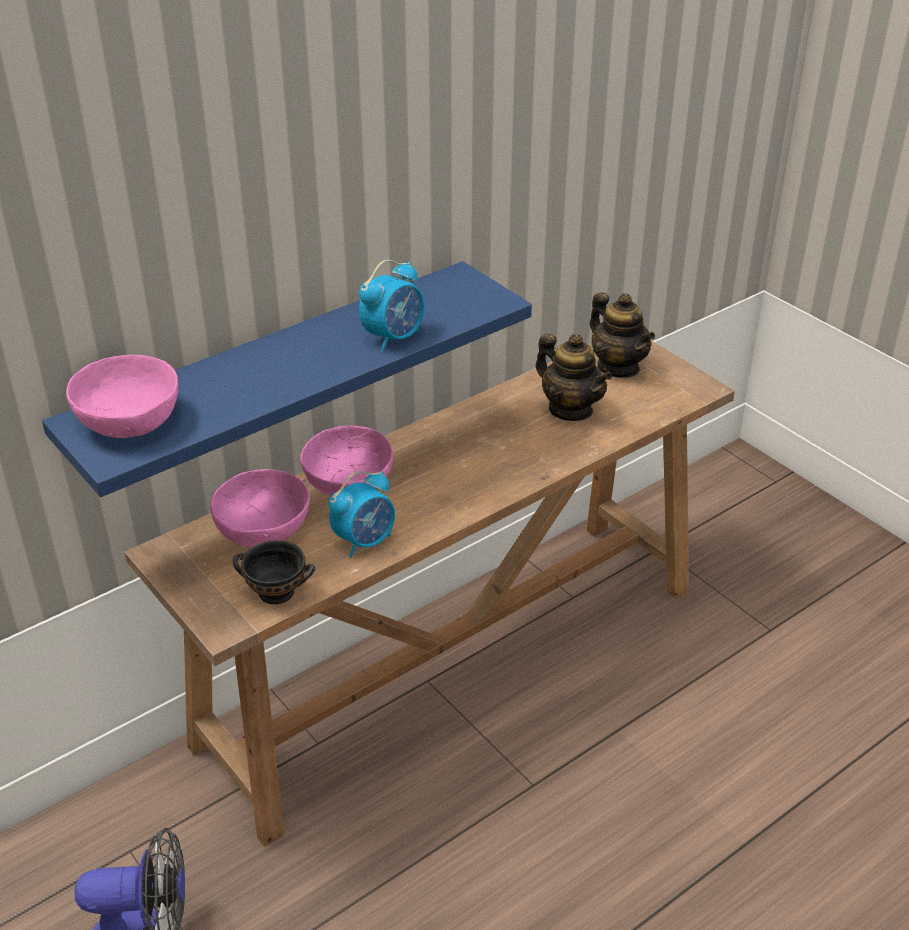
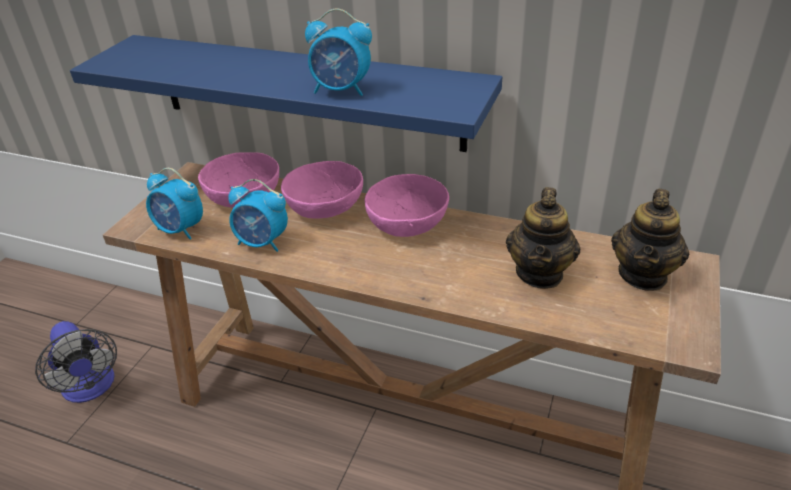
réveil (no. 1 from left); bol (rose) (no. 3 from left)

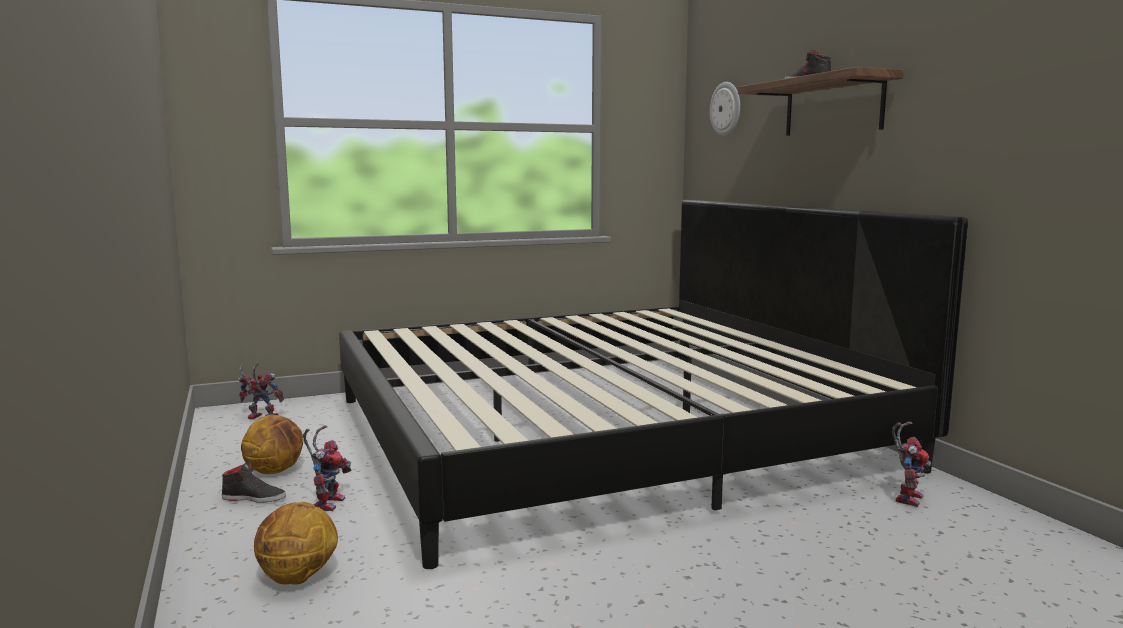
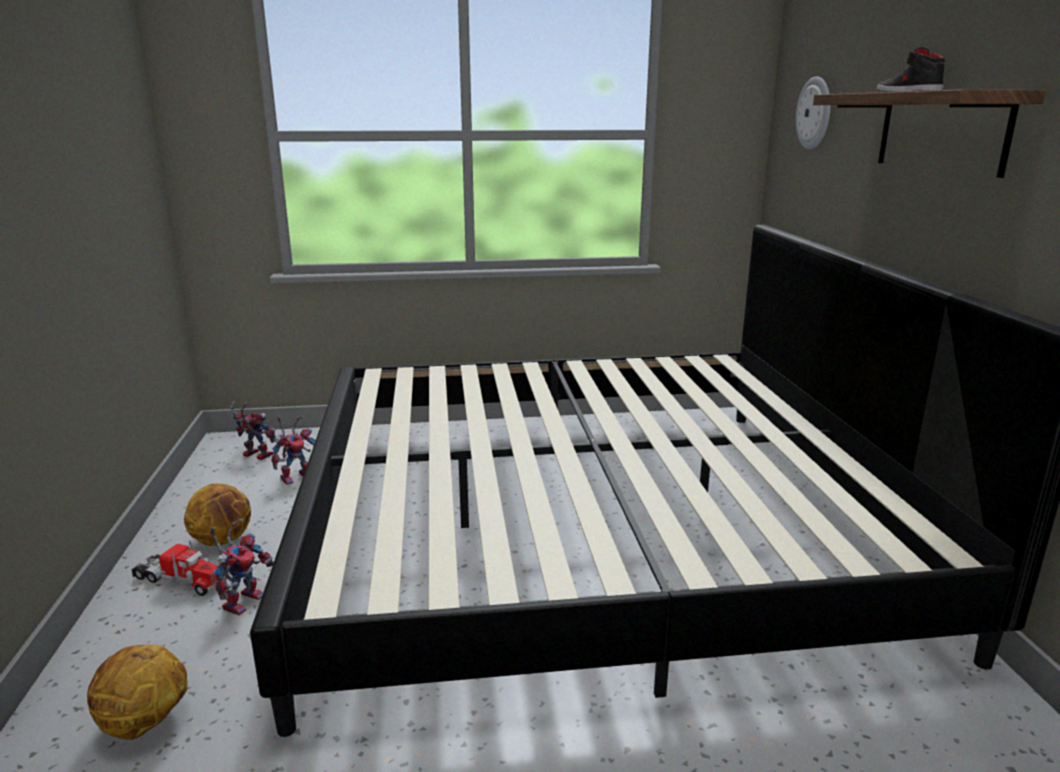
camion jouet; robot jouet (no. 3 from left)

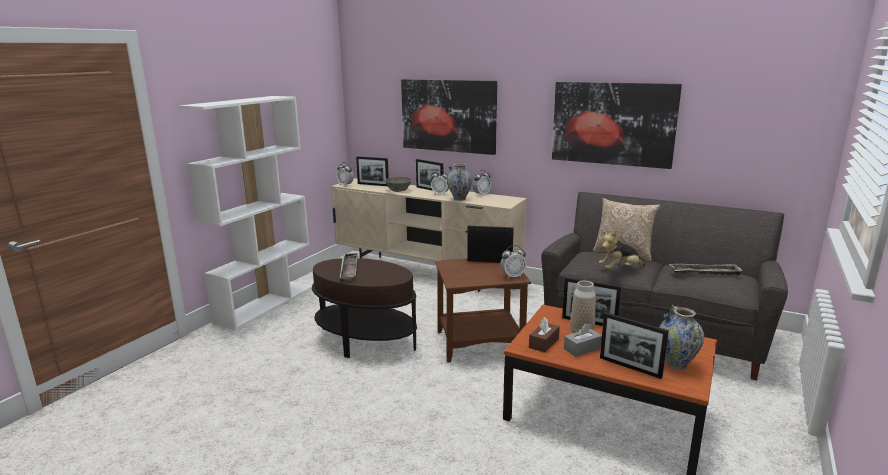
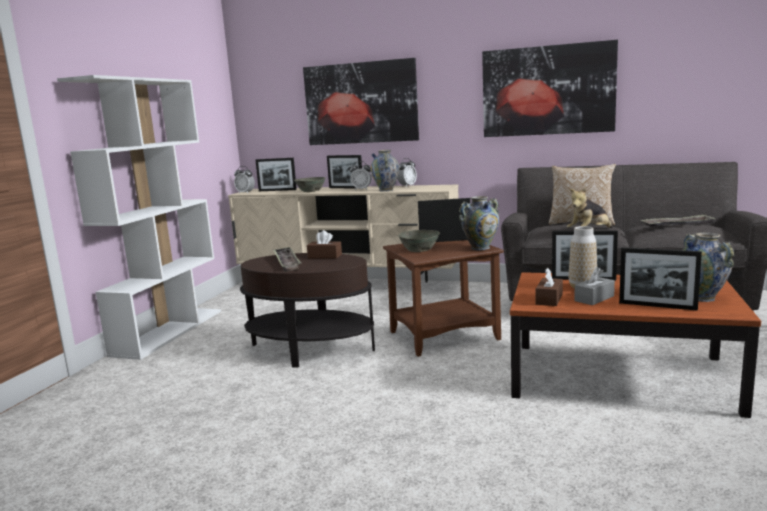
boîte à mouchoirs (marron) (no. 1 from left); bol (gris) (no. 2 from left); vase (no. 2 from left)

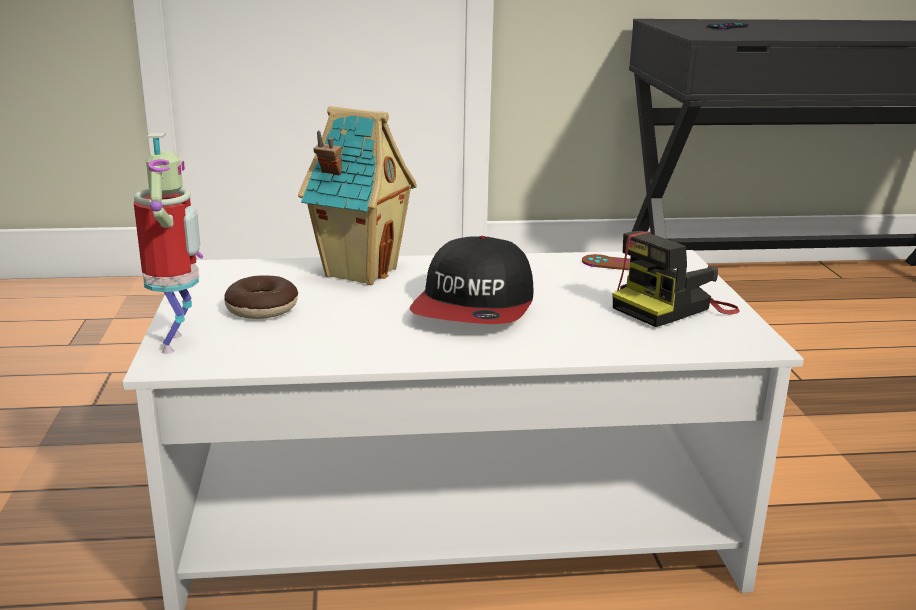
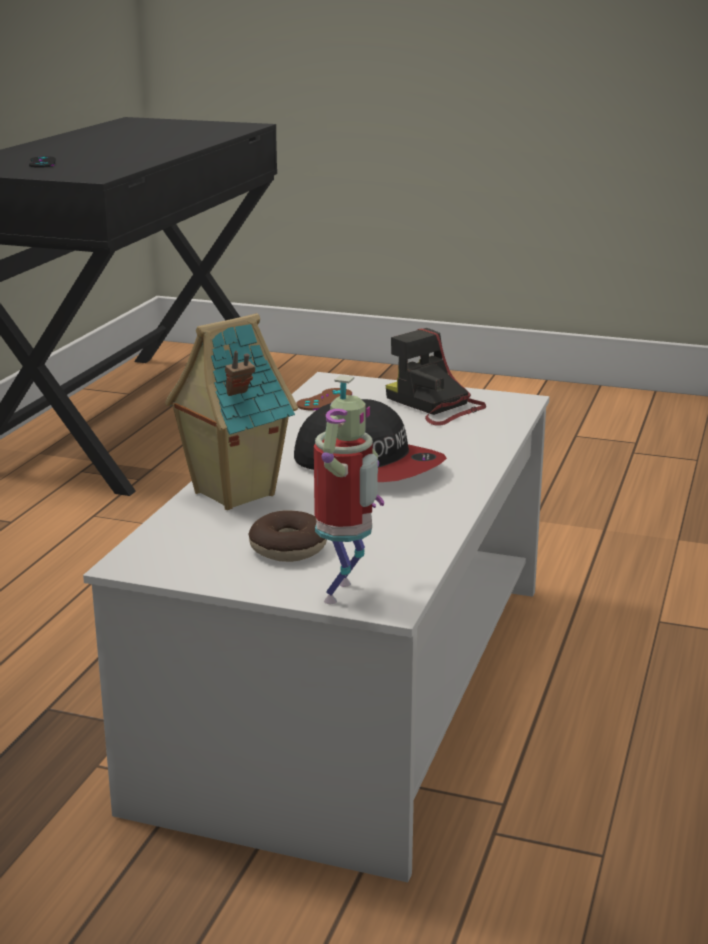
robot jouet; appareil photo

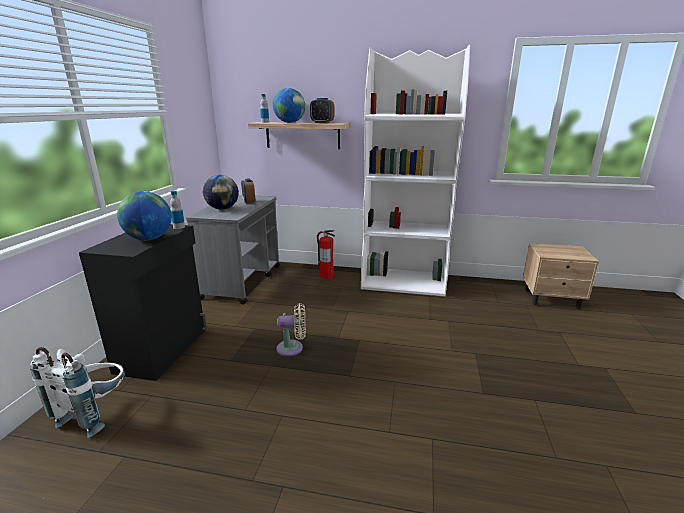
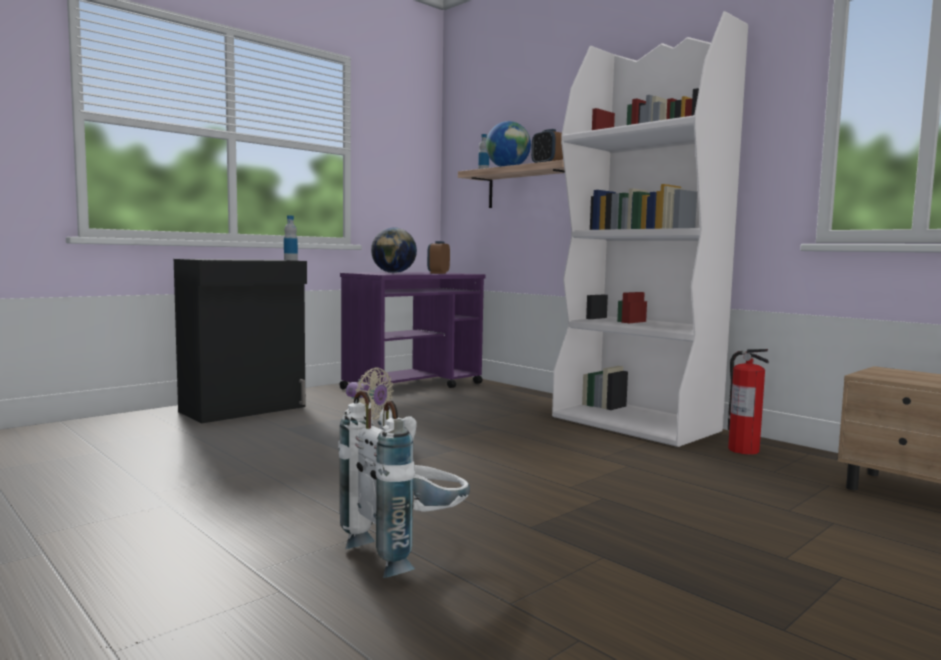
sac à dos (blanc); chariot (violet); extincteur; globe (no. 1 from left in the first image)

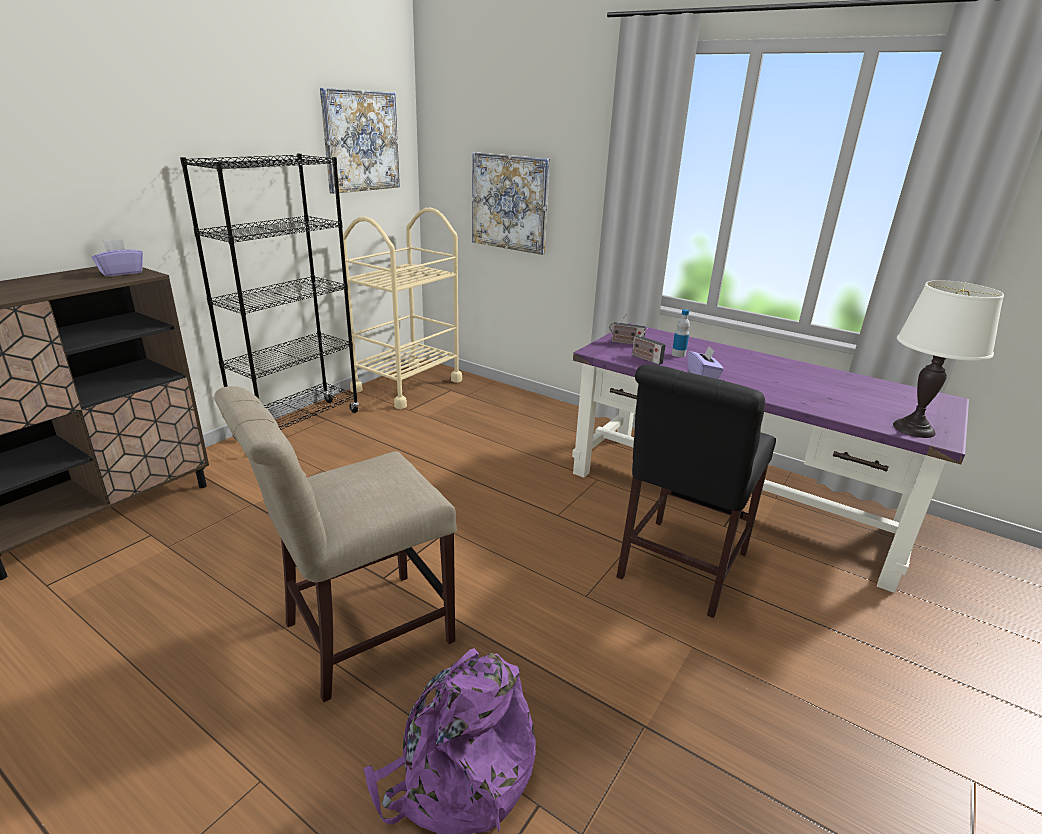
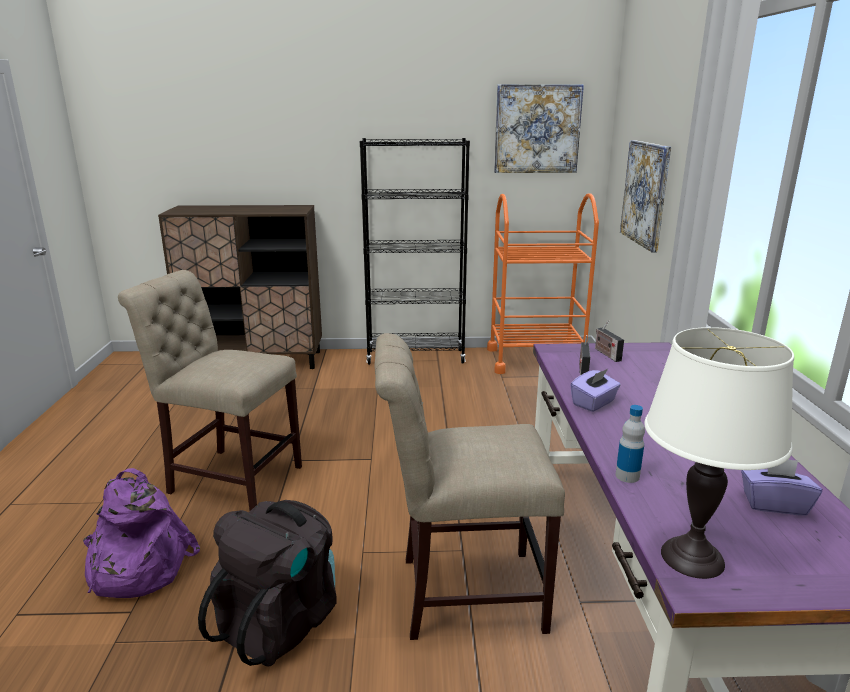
sac à dos (noir); chaise (beige) (no. 2 from left); chariot (orange); bouteille; boîte à mouchoirs (violet) (no. 2 from left)

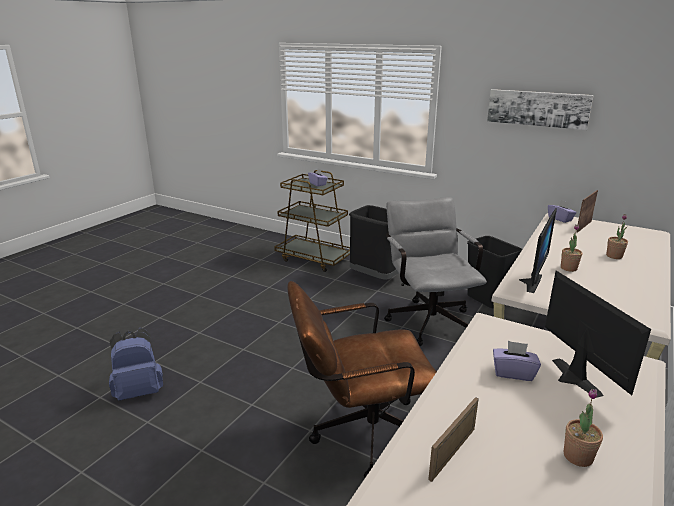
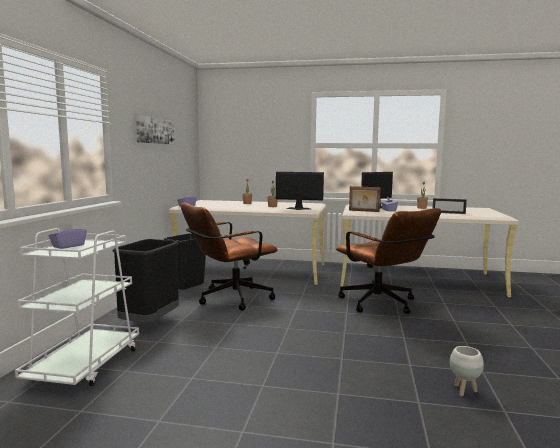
chariot (blanc); chaise de bureau (marron) (no. 1 from left); cadre photo (no. 1 from left); cache-pot (blanc)

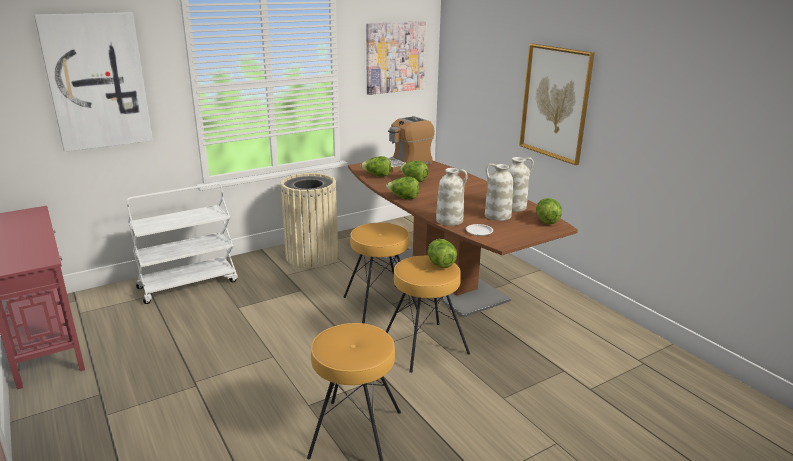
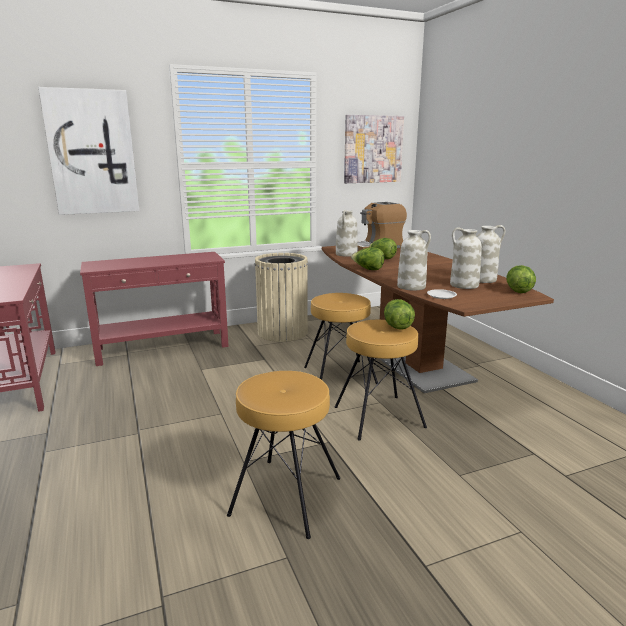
table console (rouge) (no. 2 from left); vase (blanc) (no. 1 from left); tableau (no. 3 from left in the first image)

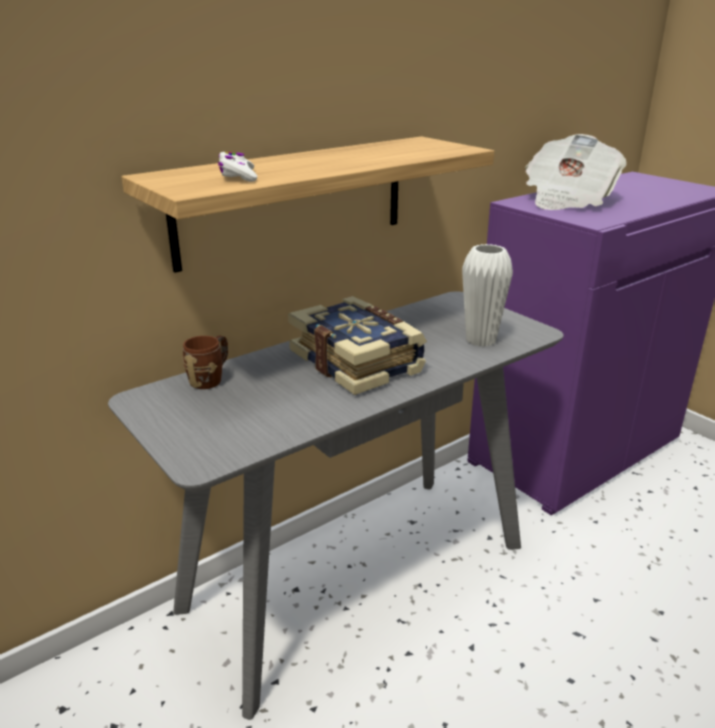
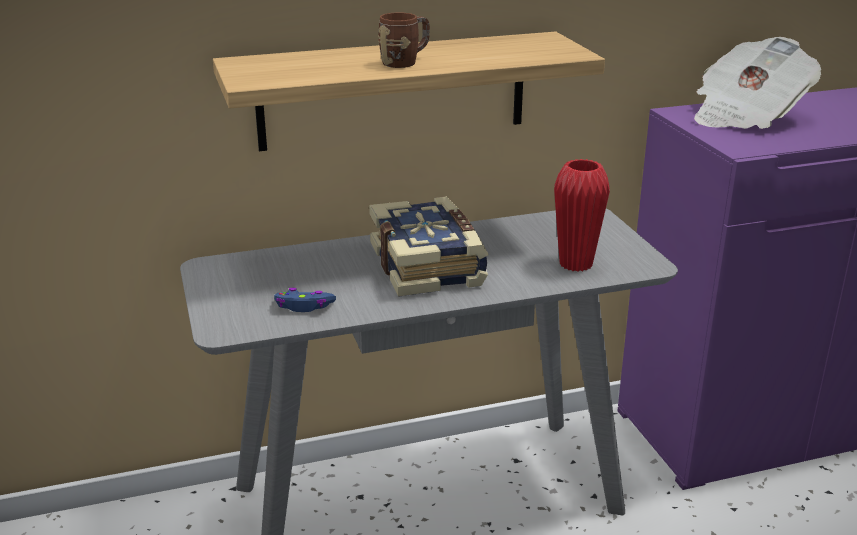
manette (bleu); mug (marron); vase (rouge); manette (blanc)

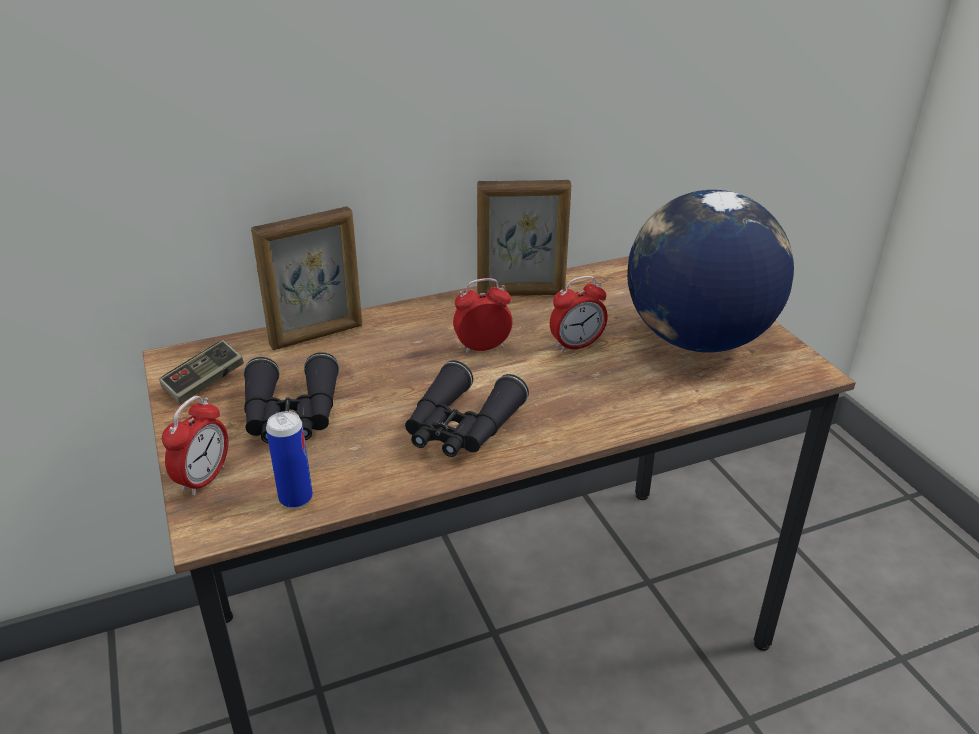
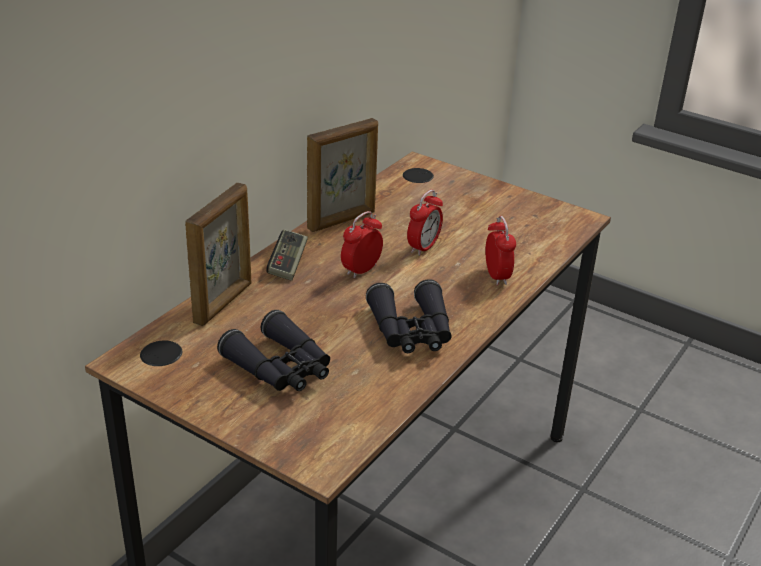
manette; réveil (no. 3 from left); boîte métallique; globe

